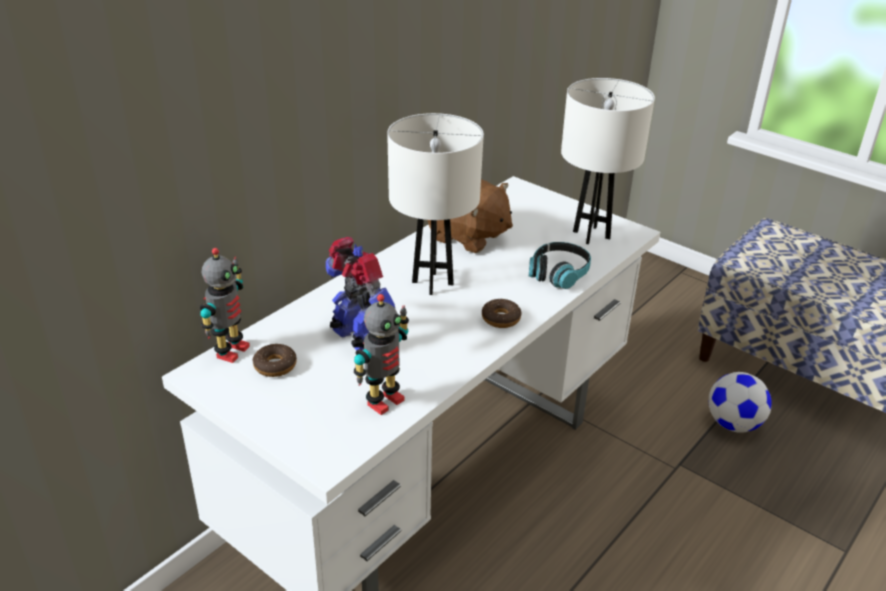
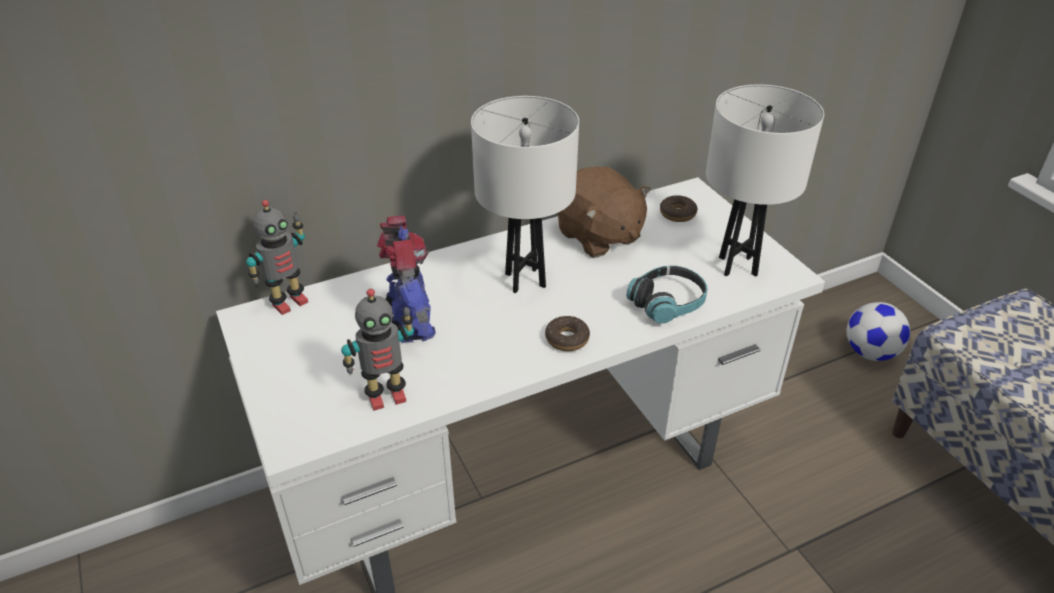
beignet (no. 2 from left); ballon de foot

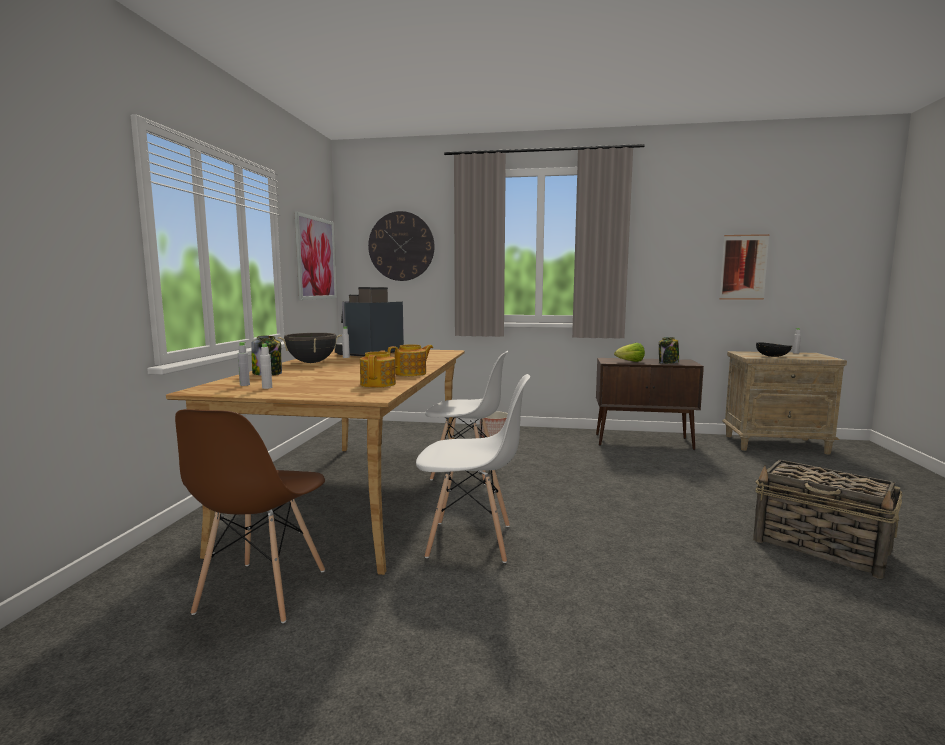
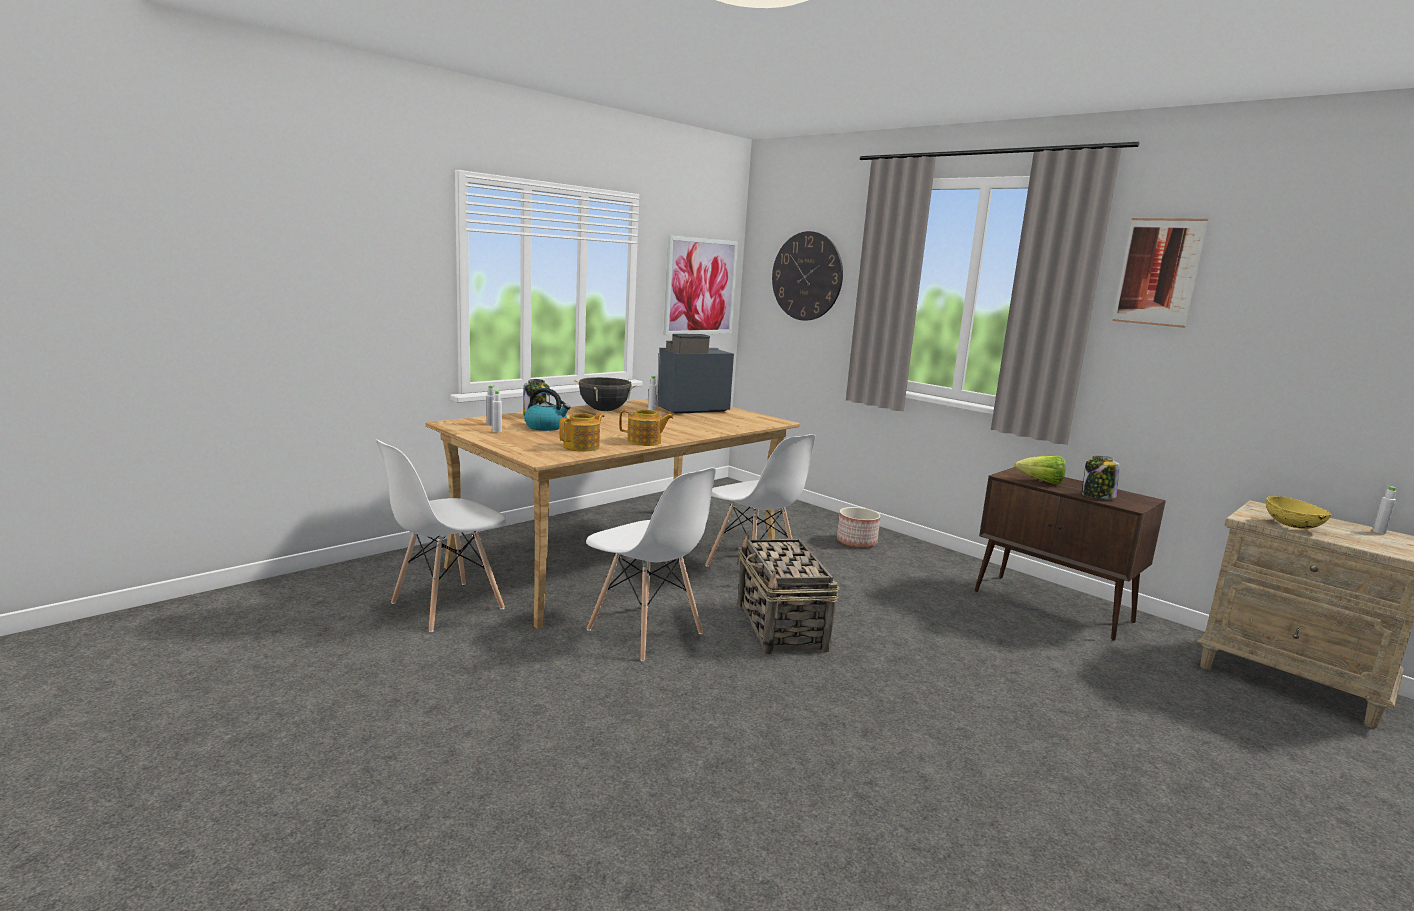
chaise (blanc) (no. 1 from left); bouilloire; panier; tableau (no. 2 from left); bol (jaune)

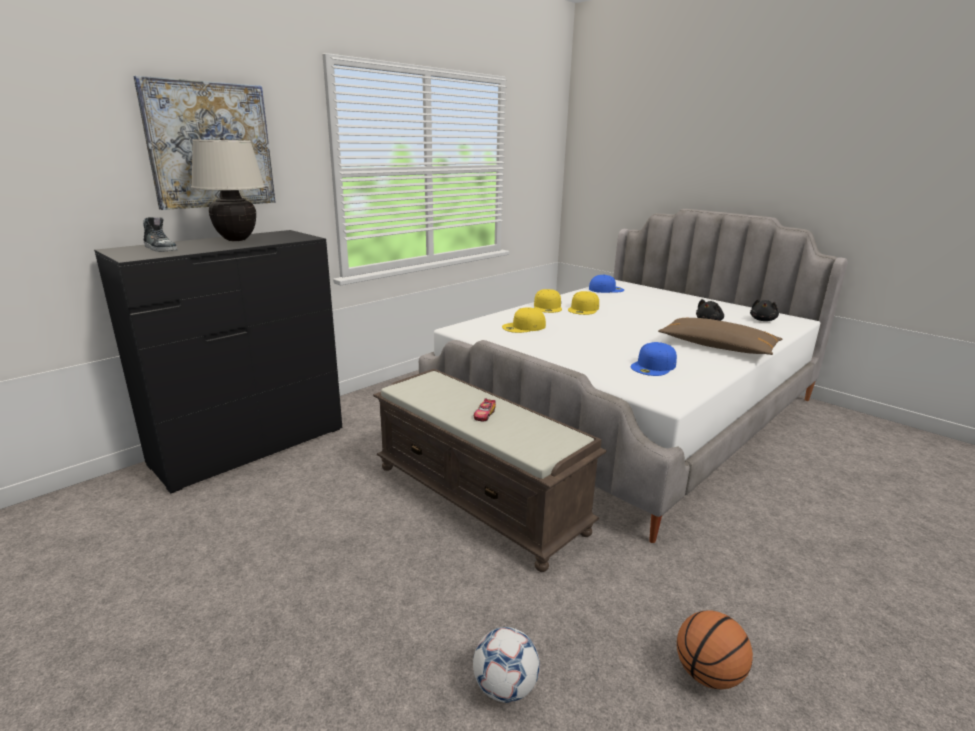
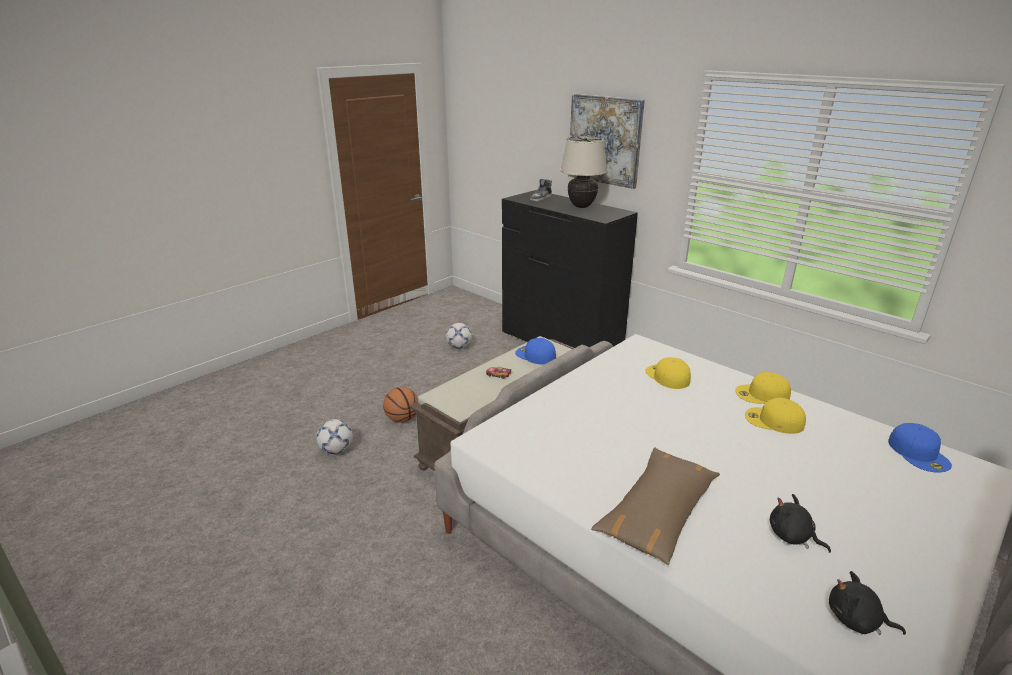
ballon de basket; ballon de foot (no. 2 from left); casquette (bleu) (no. 1 from left)

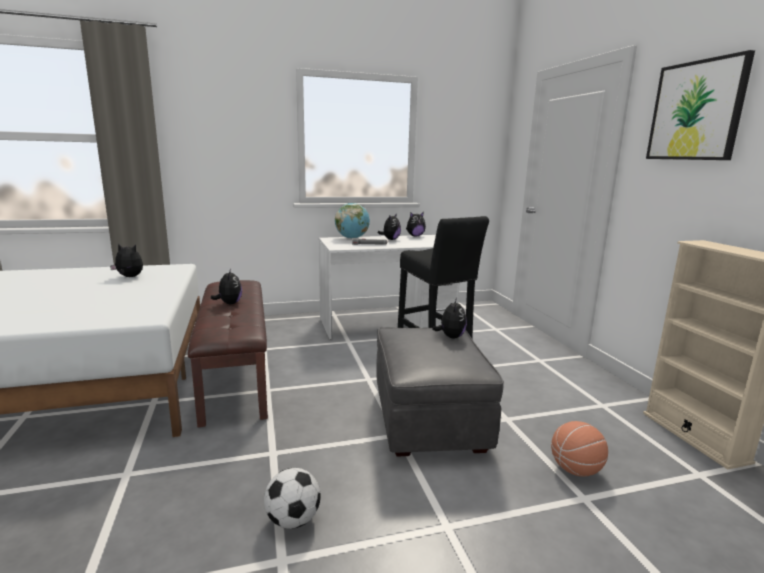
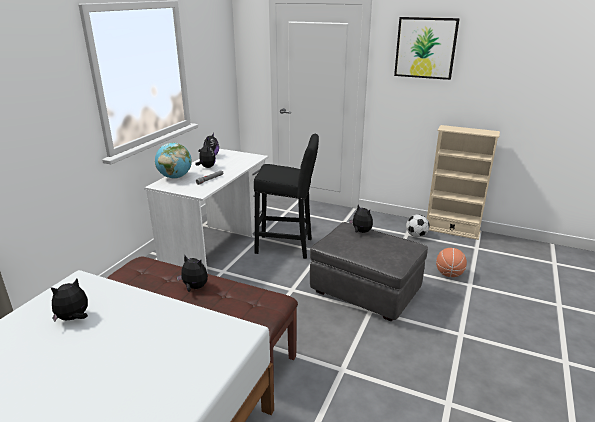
ballon de foot

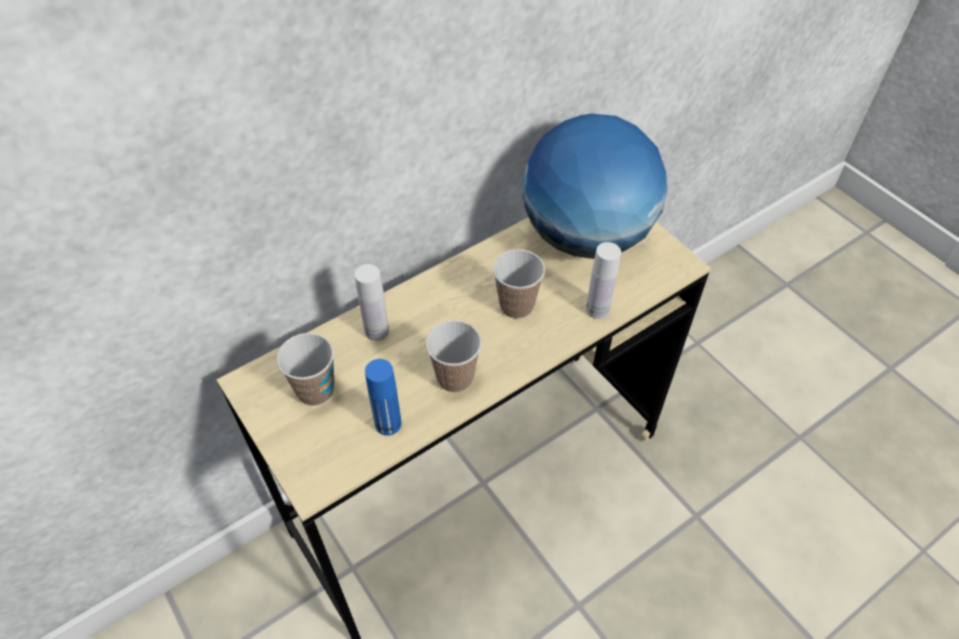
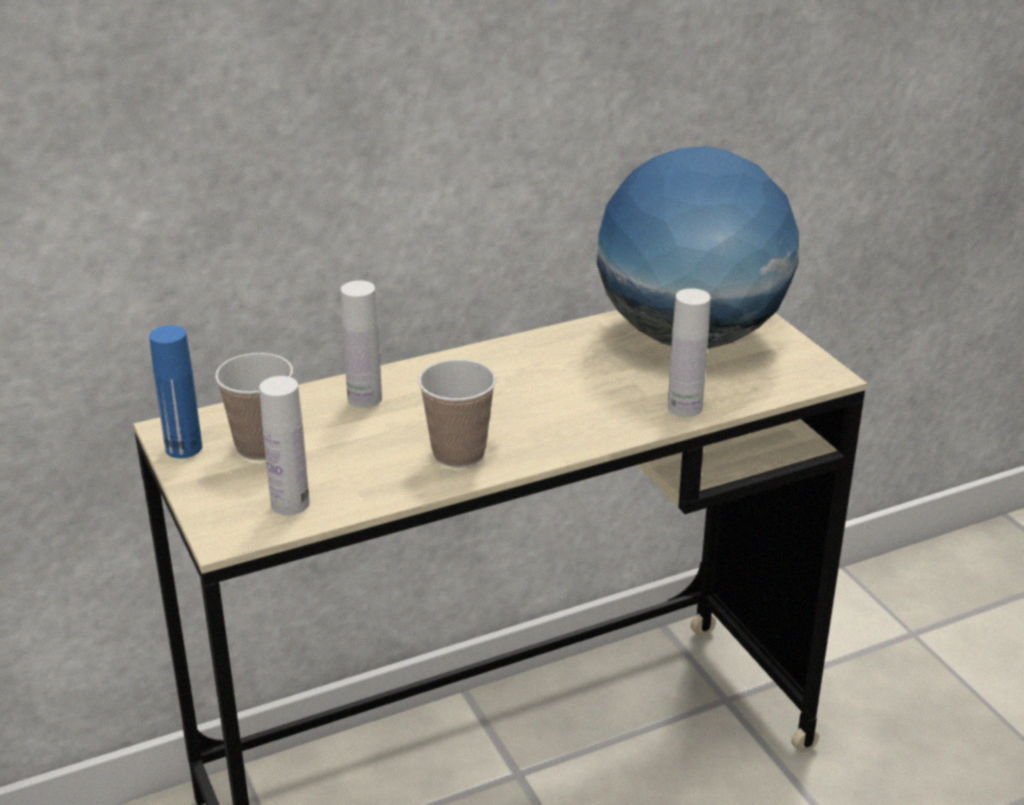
bouteille (bleu); bouteille (blanc) (no. 1 from left); tasse (no. 3 from left in the first image)

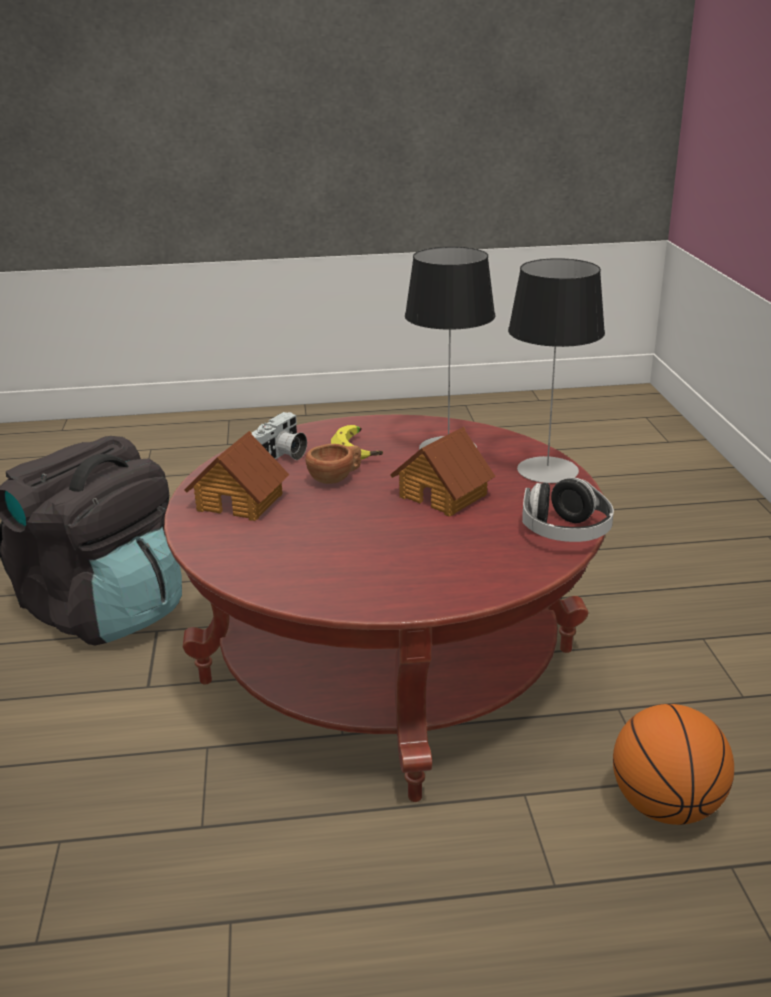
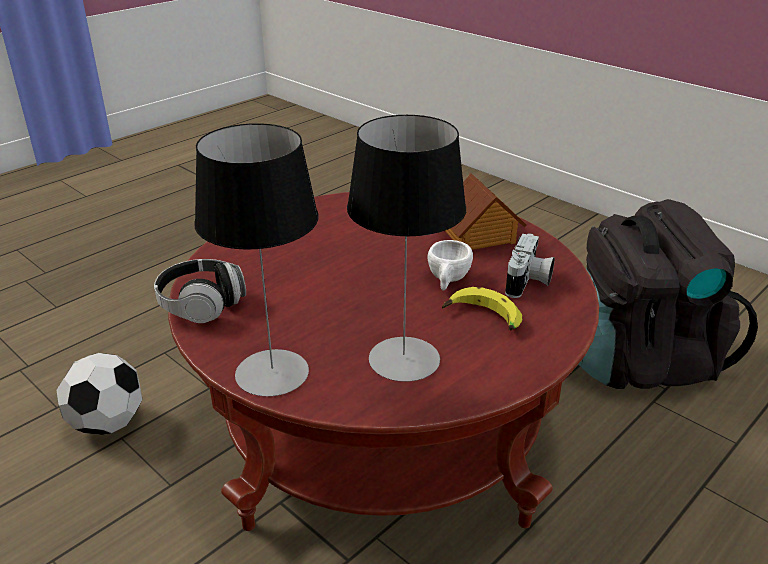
ballon de foot; tasse (blanc); appareil photo; maison miniature (no. 2 from left in the first image)

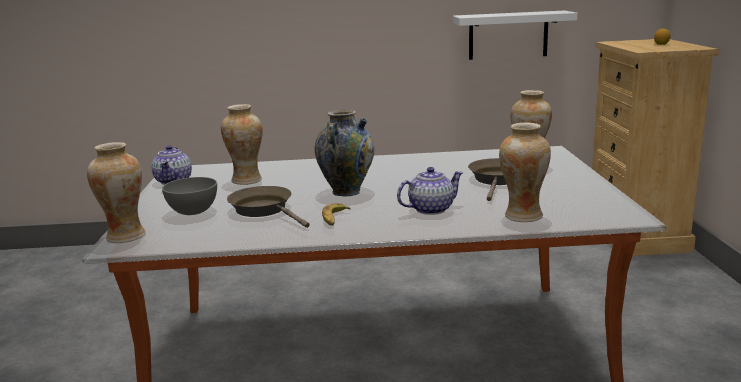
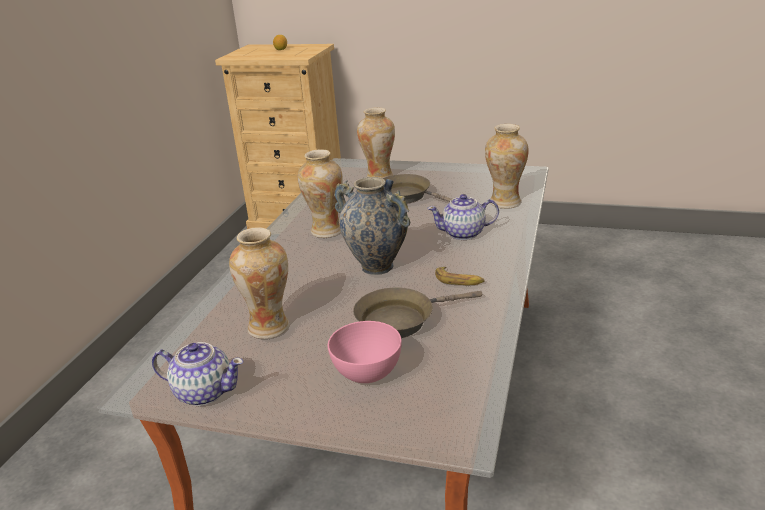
vase (no. 2 from left); bol (rose); théière (no. 2 from left); étagère (blanc)

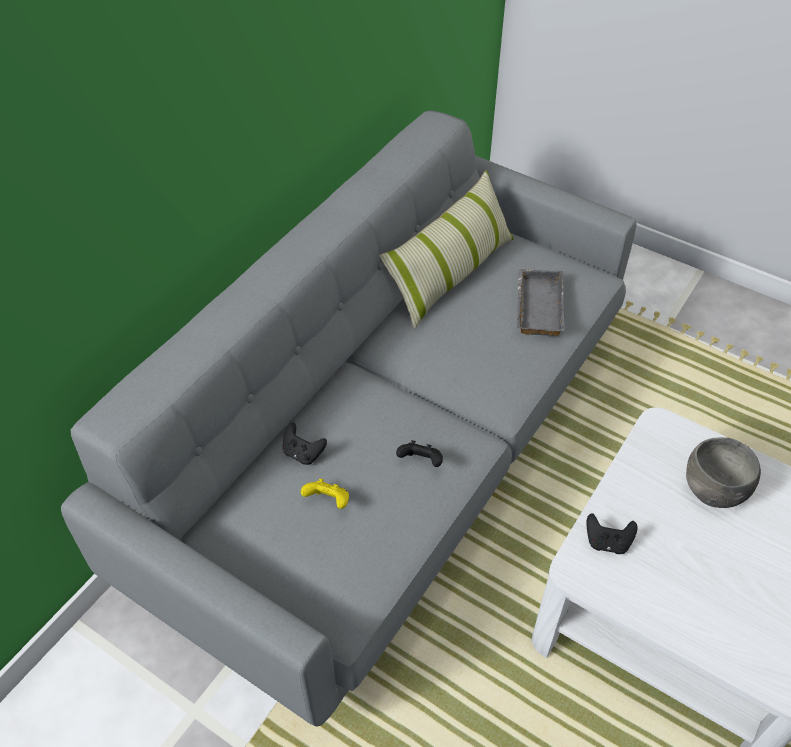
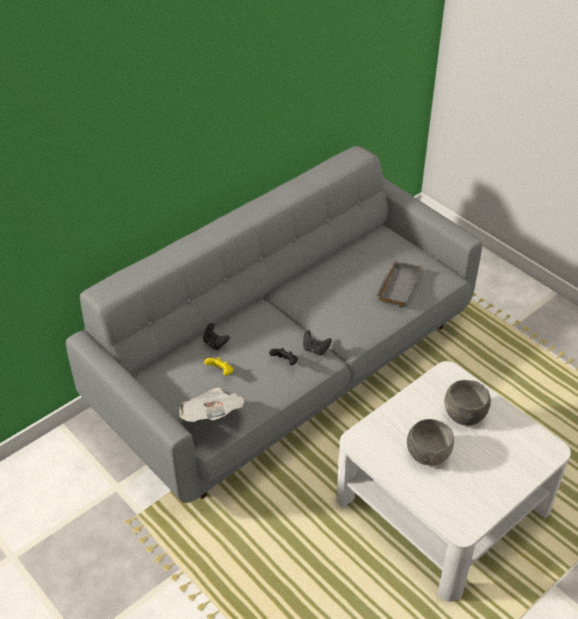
journal; manette (noir) (no. 3 from left); bol (gris) (no. 1 from left); coussin

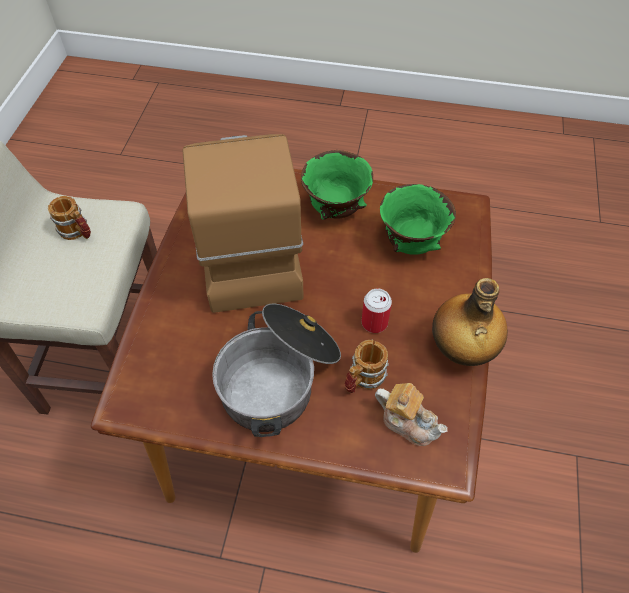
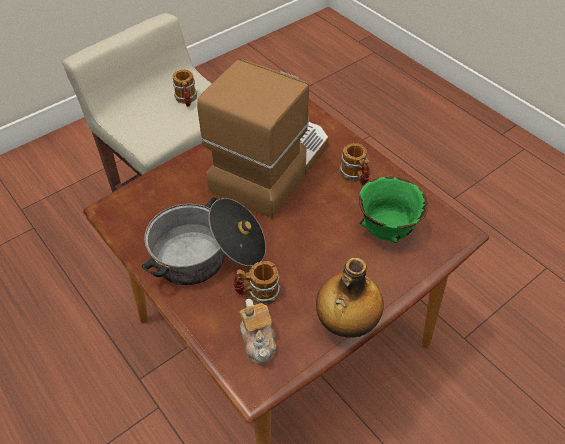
mug (no. 3 from left); boîte métallique

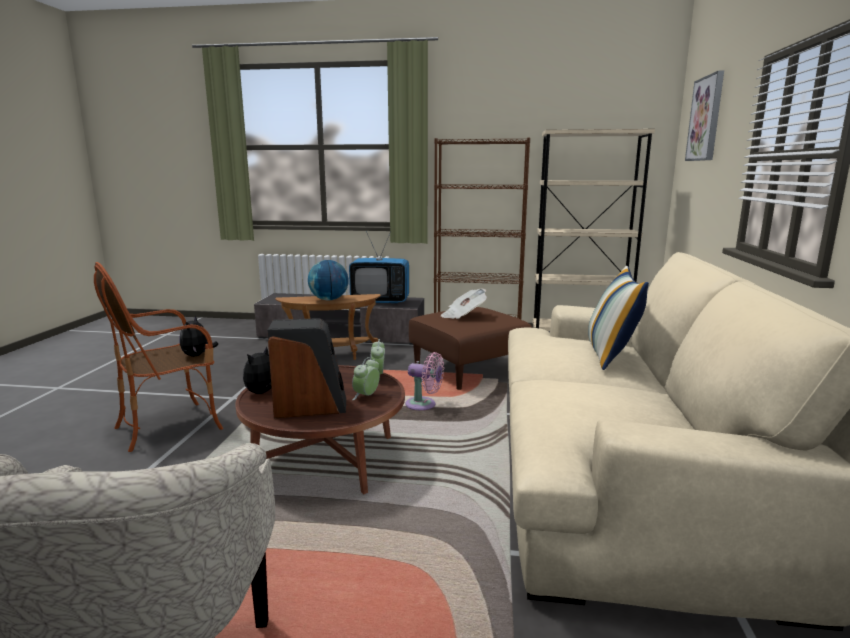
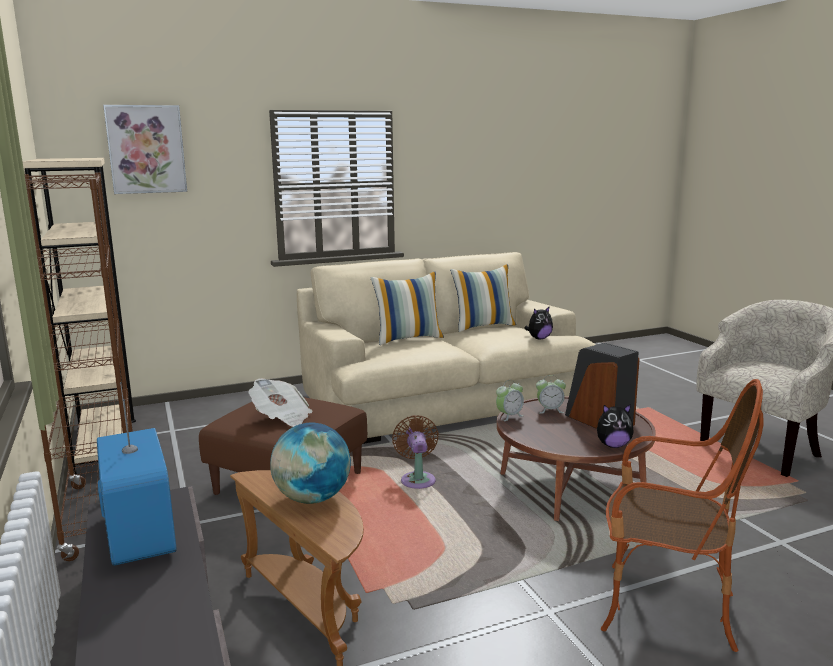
ventilateur (marron); coussin (no. 2 from left); peluche (no. 1 from left)

